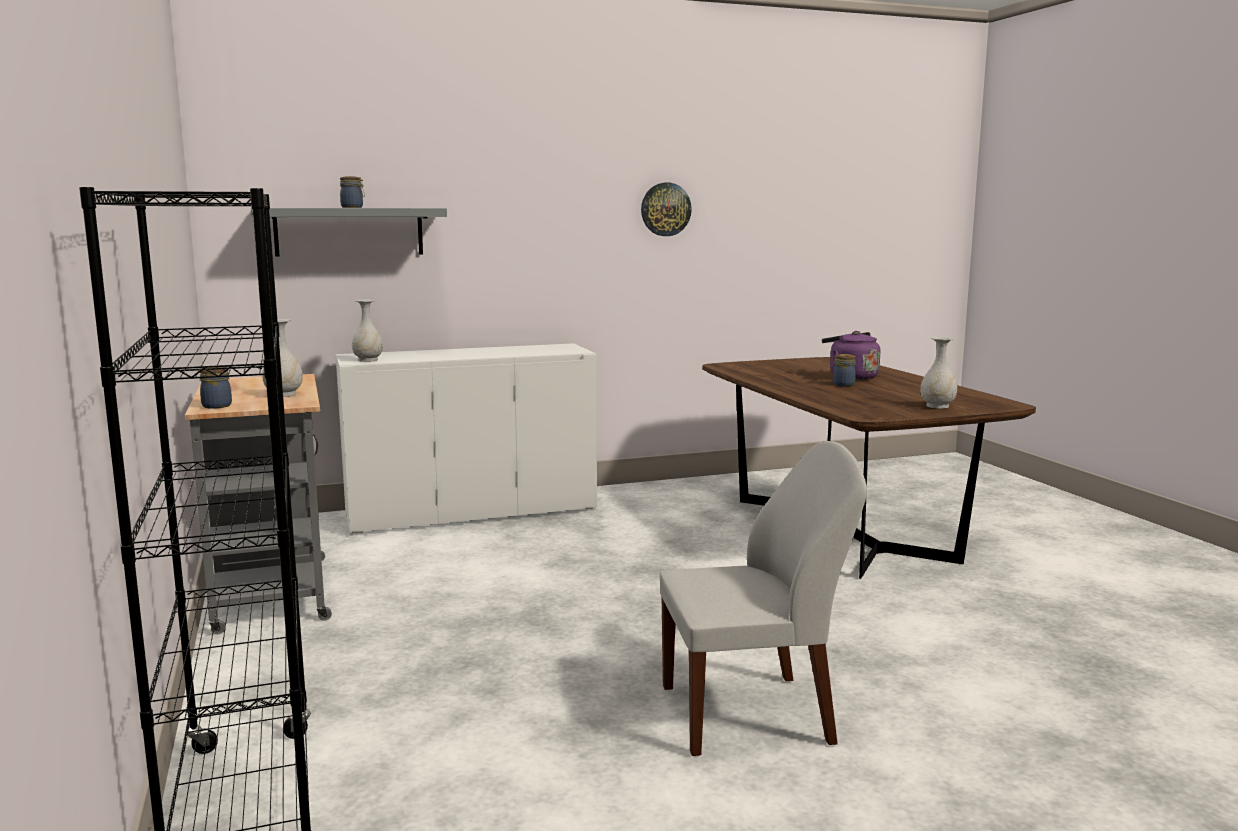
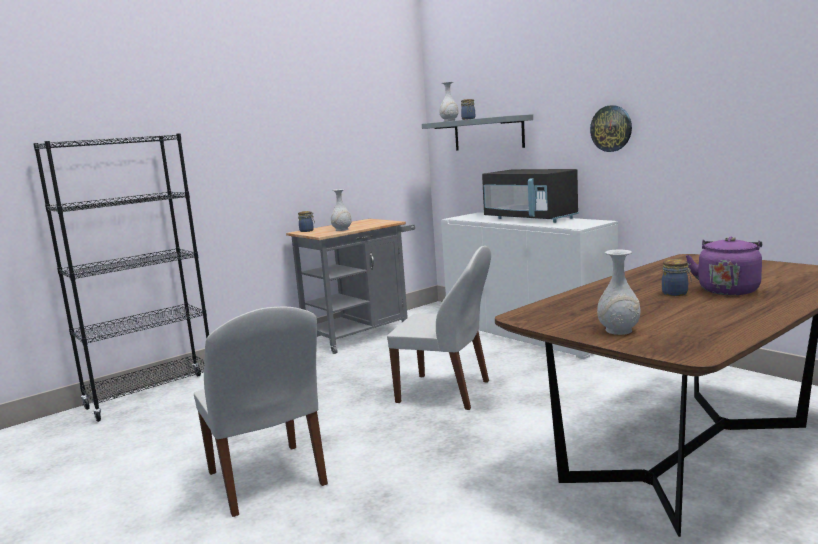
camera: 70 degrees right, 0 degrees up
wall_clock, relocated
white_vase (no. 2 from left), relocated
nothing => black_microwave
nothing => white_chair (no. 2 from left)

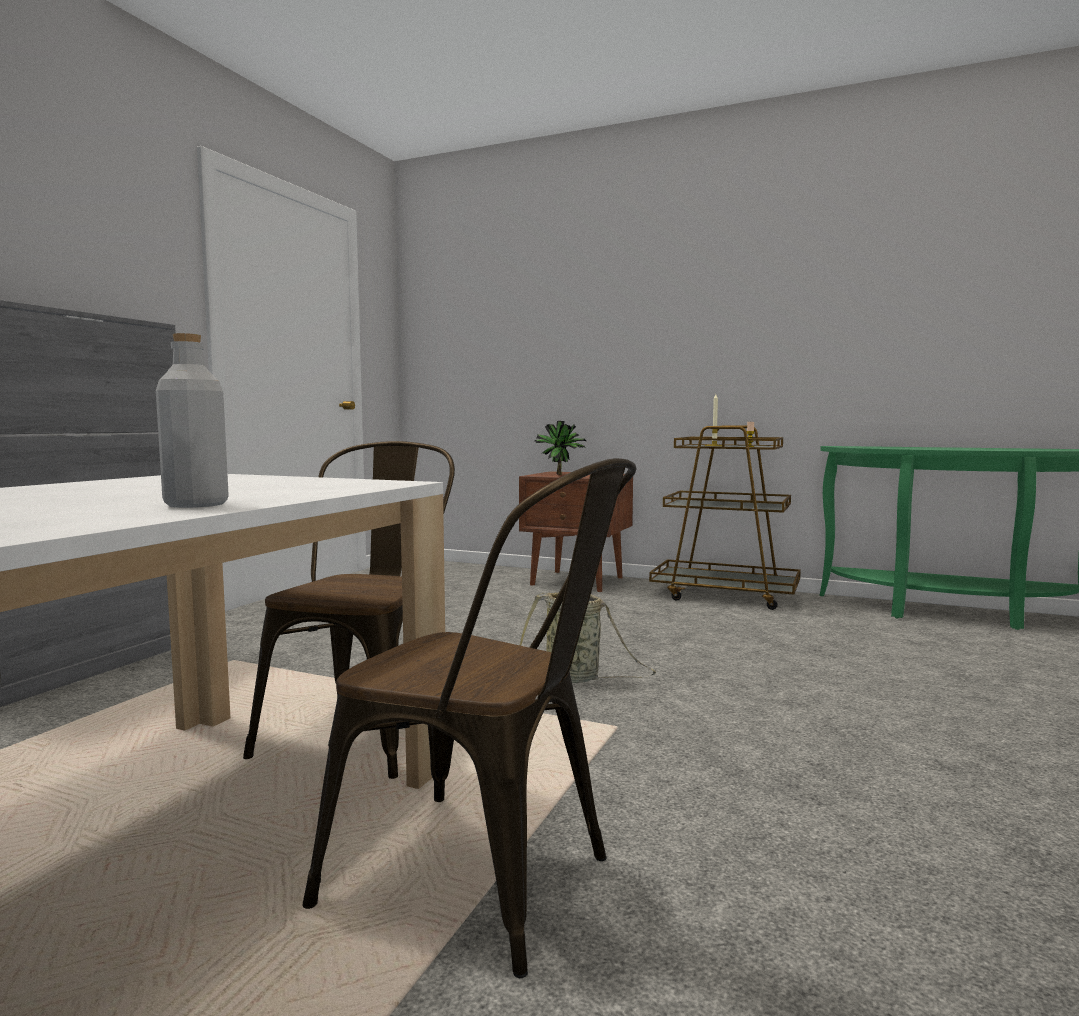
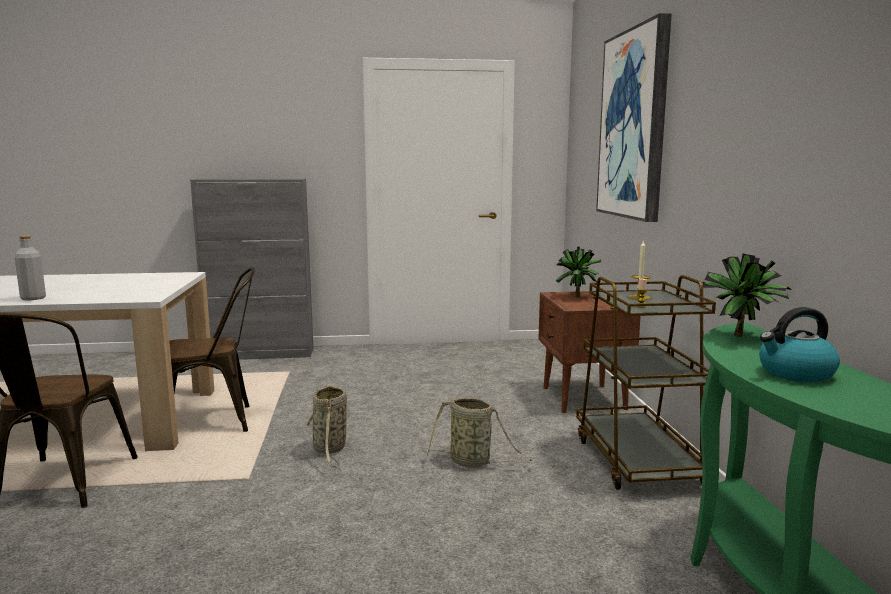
camera: 60 degrees right, 5 degrees up
nothing => picture
nothing => potted_plant (no. 2 from left)
nothing => kettle
nothing => basket (no. 2 from left)

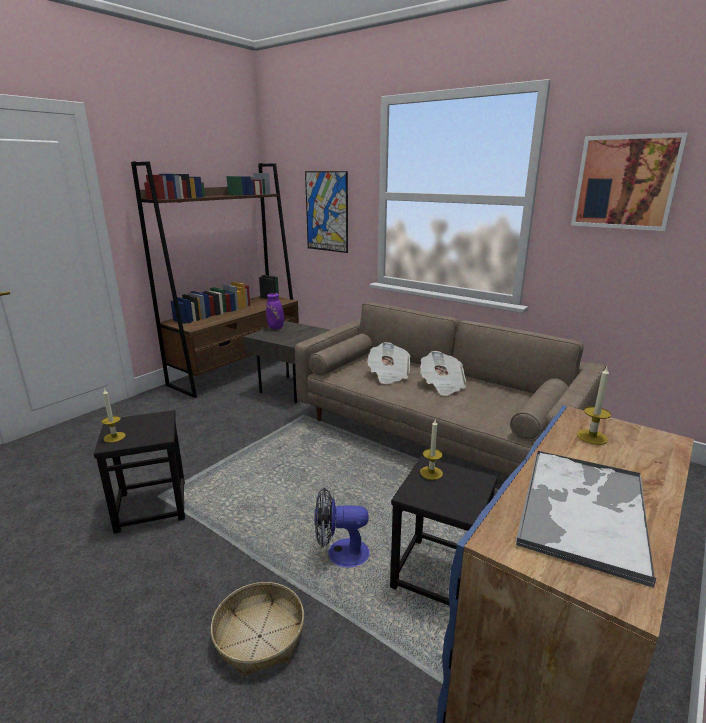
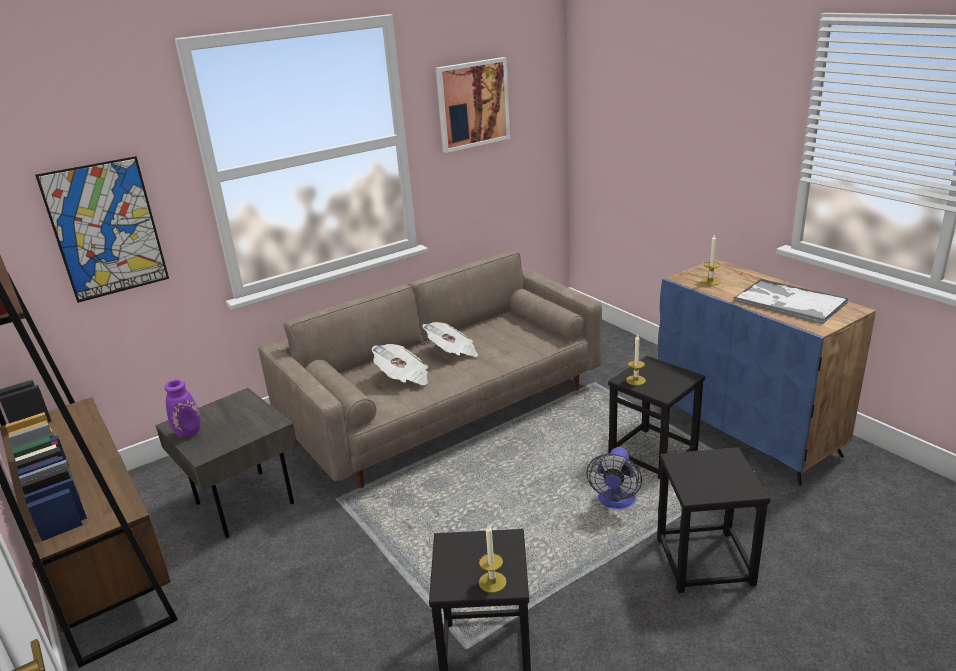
camera: 70 degrees left, 5 degrees up
basket => black_stool (no. 3 from left)

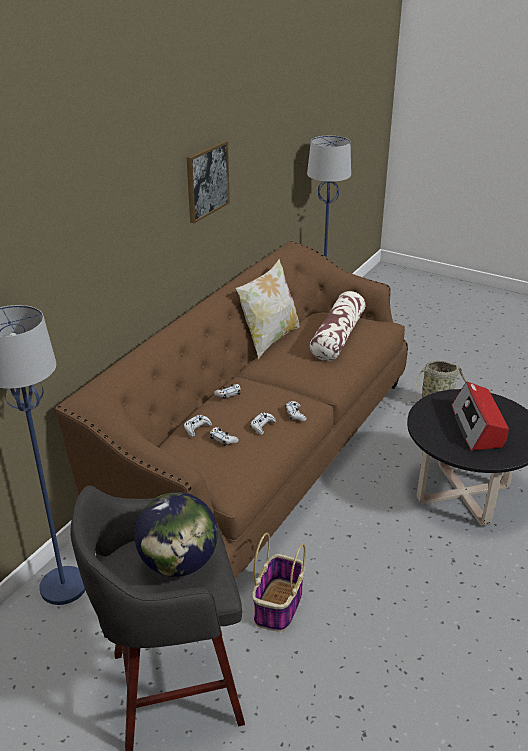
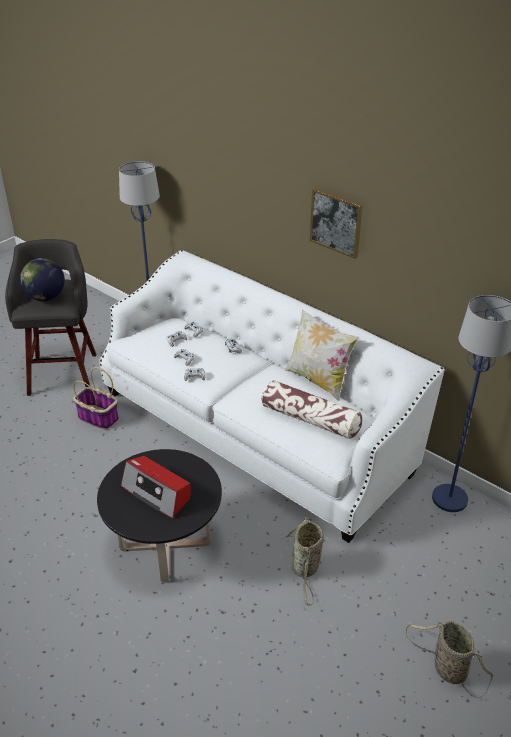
camera: 100 degrees right, 5 degrees up
brown_sofa => white_sofa
radio, 150 degrees counterclockwise
nothing => basket (no. 3 from left)

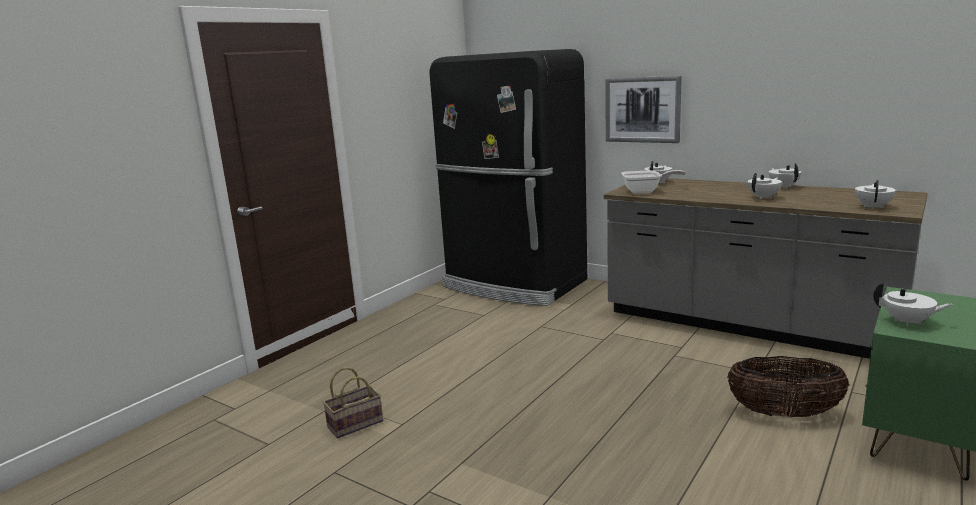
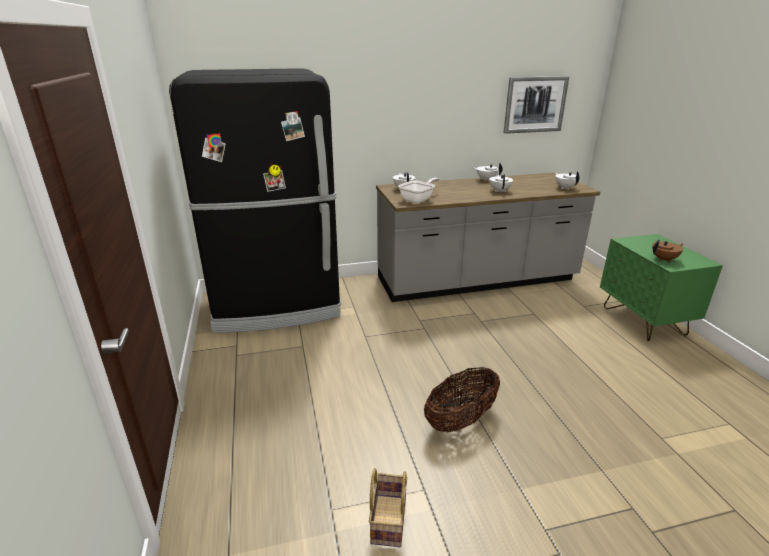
camera: 50 degrees left, 10 degrees up
picture, relocated
white_teapot (no. 5 from left) => brown_teapot
basket (no. 2 from left), relocated

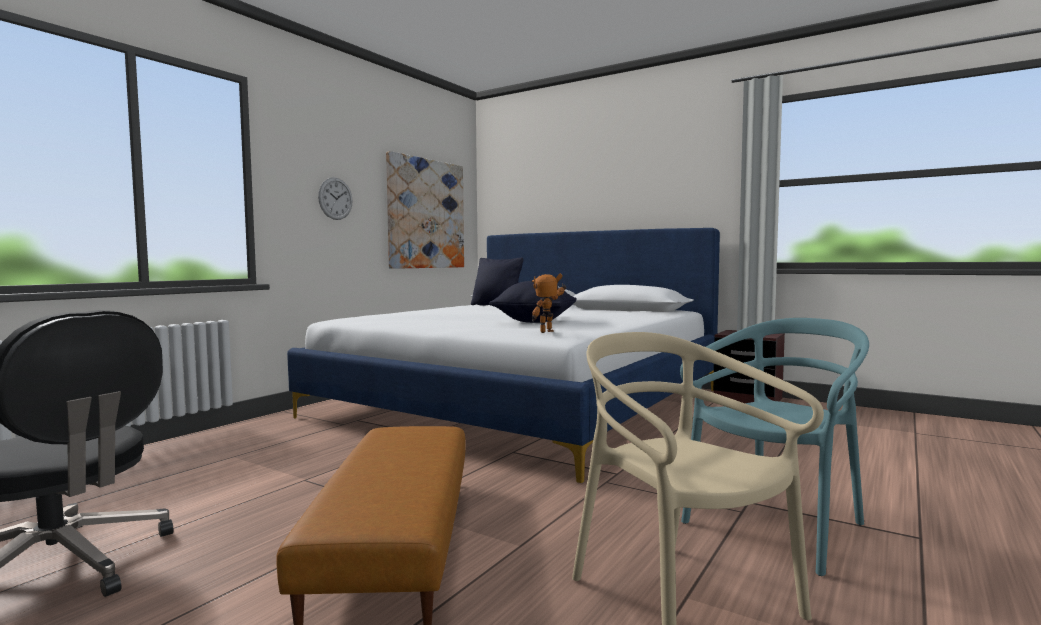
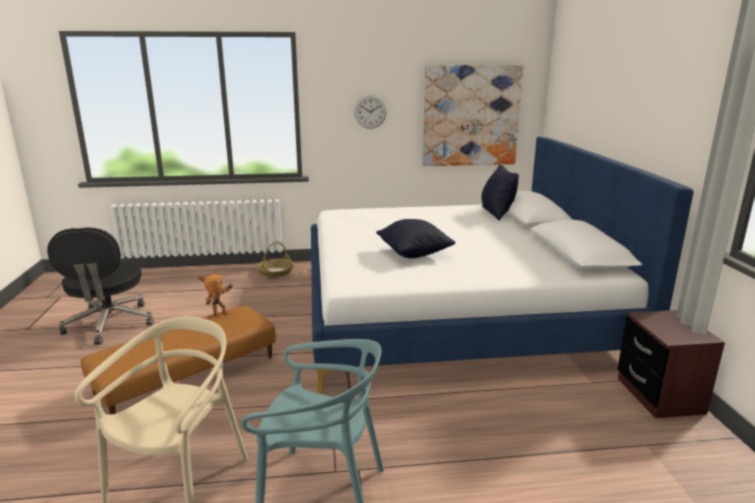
camera: 50 degrees right, 15 degrees up
toy_robot, relocated
nothing => basket

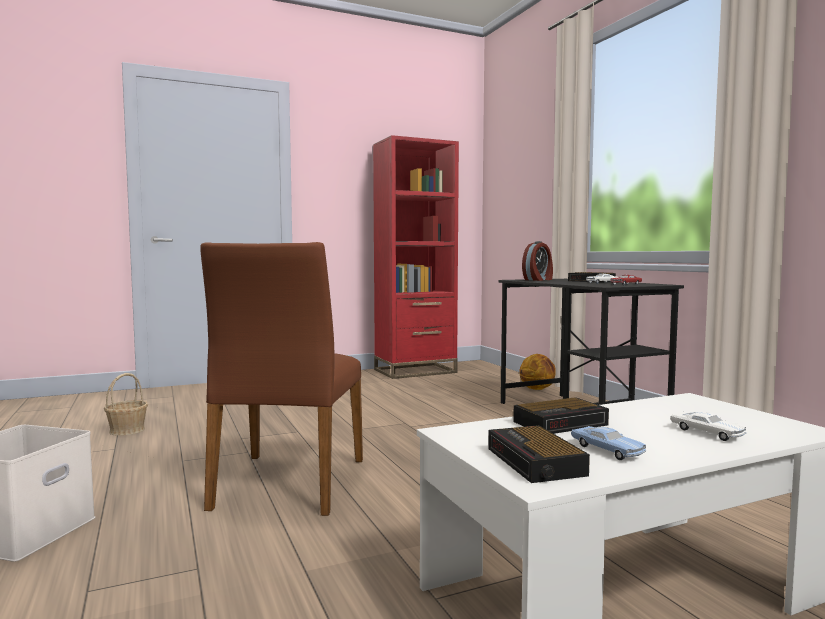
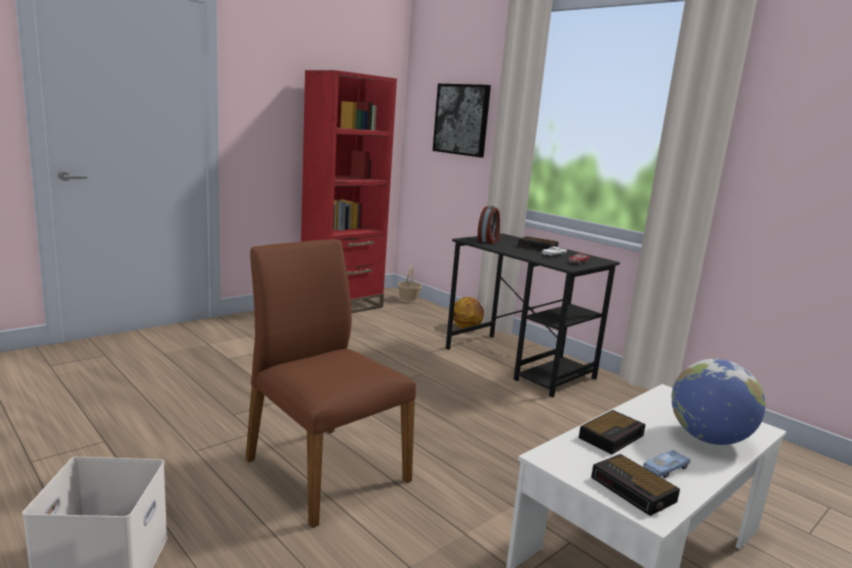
camera: 20 degrees left, 10 degrees up
brown_chair, 150 degrees clockwise
basket, relocated
white_toy_car (no. 2 from left) => globe
blue_toy_car, 75 degrees counterclockwise
nothing => picture

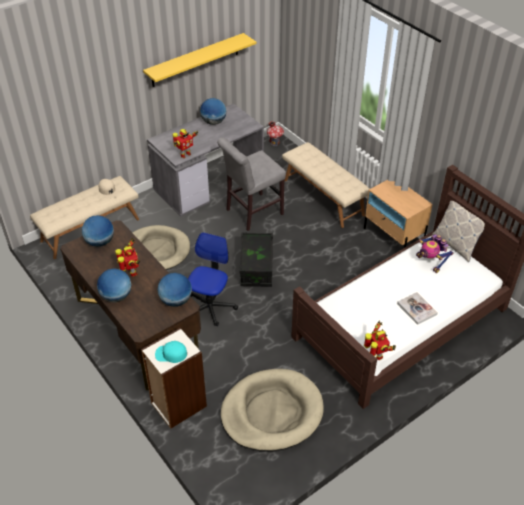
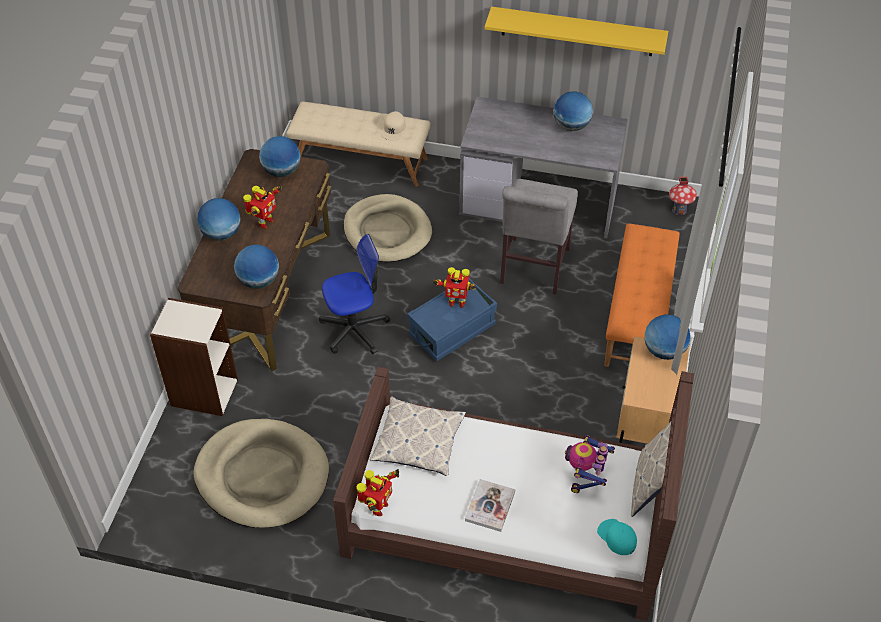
camera: 50 degrees right, 5 degrees up
toy_robot (no. 2 from left in the first image) => toy_robot (no. 3 from left), relocated
grey_chair, 90 degrees counterclockwise
beige_bench (no. 2 from left) => orange_bench
black_storage_box => blue_storage_box
turquoise_cap, relocated
nothing => globe (no. 5 from left)
nothing => pillow (no. 1 from left)

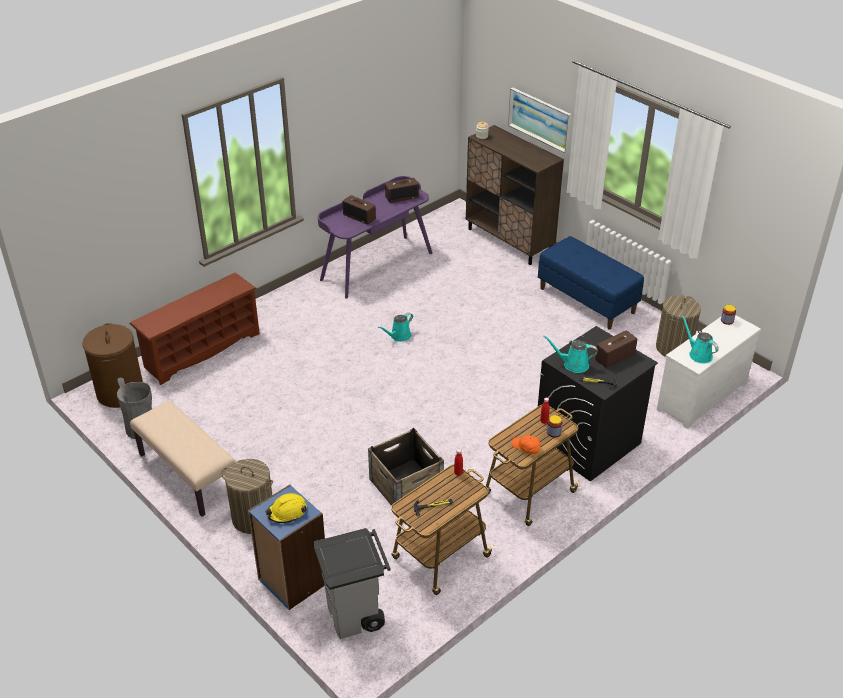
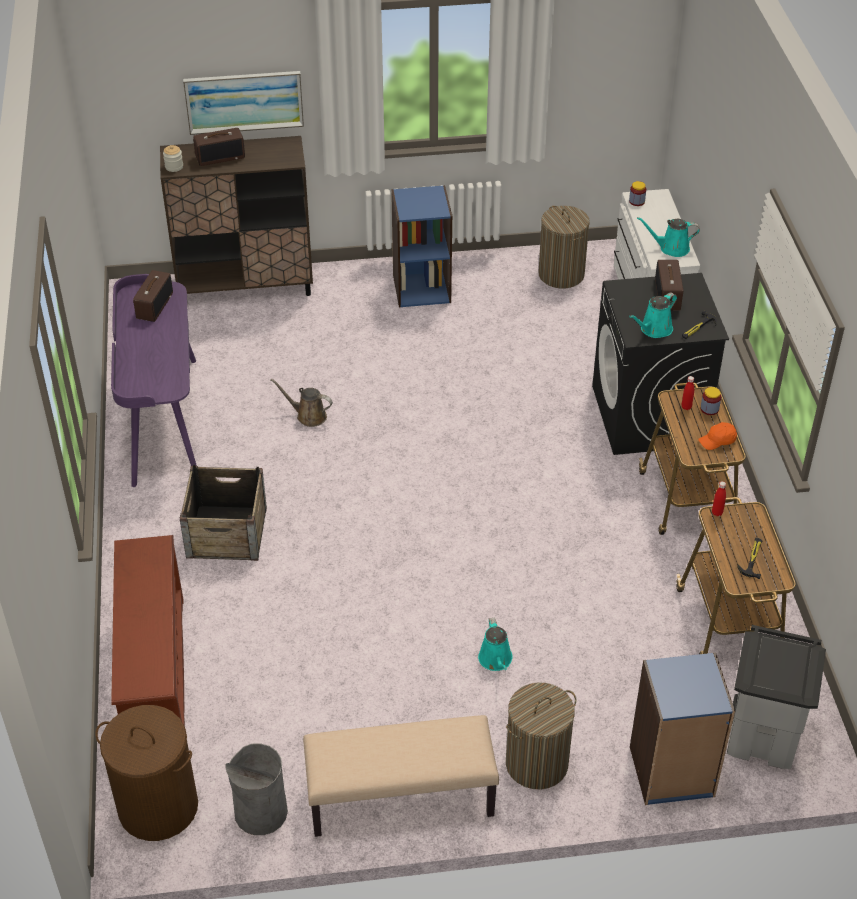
camera: 55 degrees left, 5 degrees up
radio (no. 1 from left in the first image) => radio (no. 2 from left), relocated
blue_bench => blue_bookcase (no. 1 from left)
turquoise_watering_can (no. 1 from left), relocated
crate, relocated
yellow_hard_hat => nothing
nothing => brown_watering_can

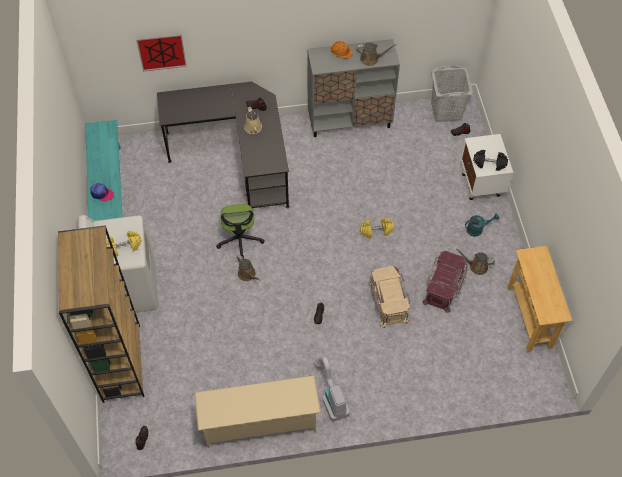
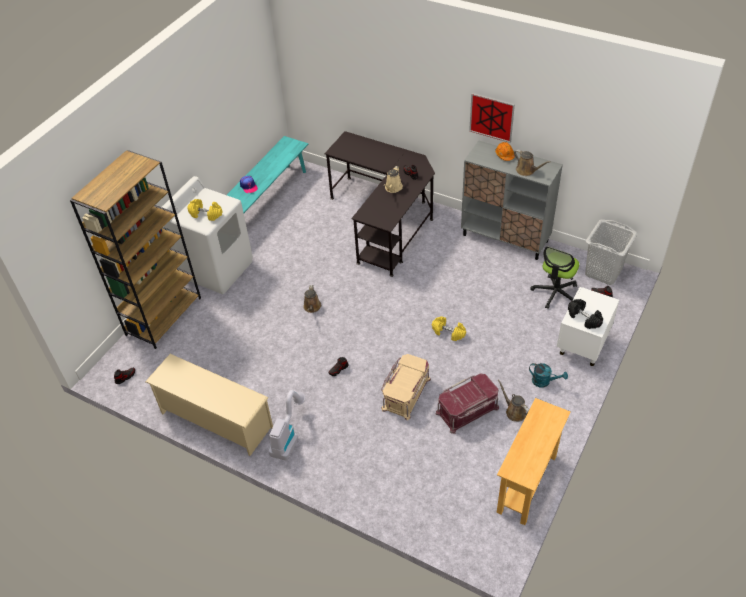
camera: 40 degrees right, 10 degrees down
picture, relocated
office_chair, relocated

